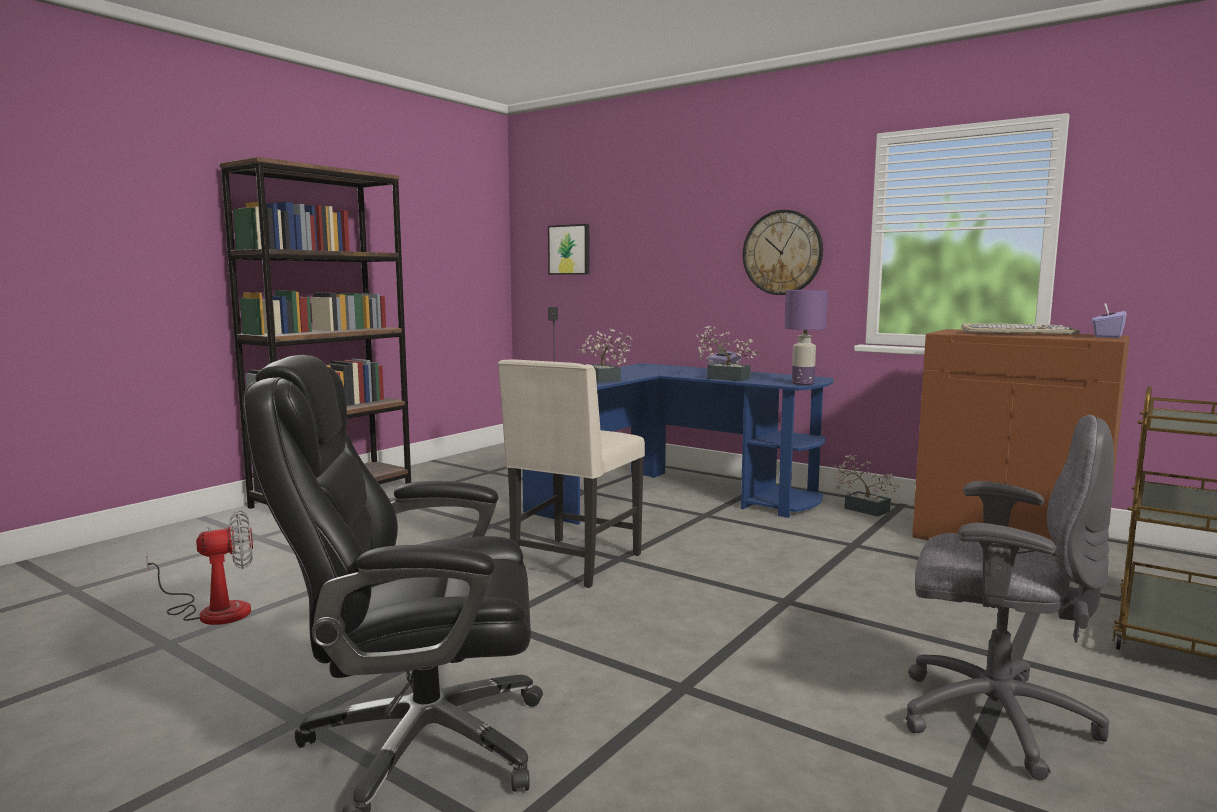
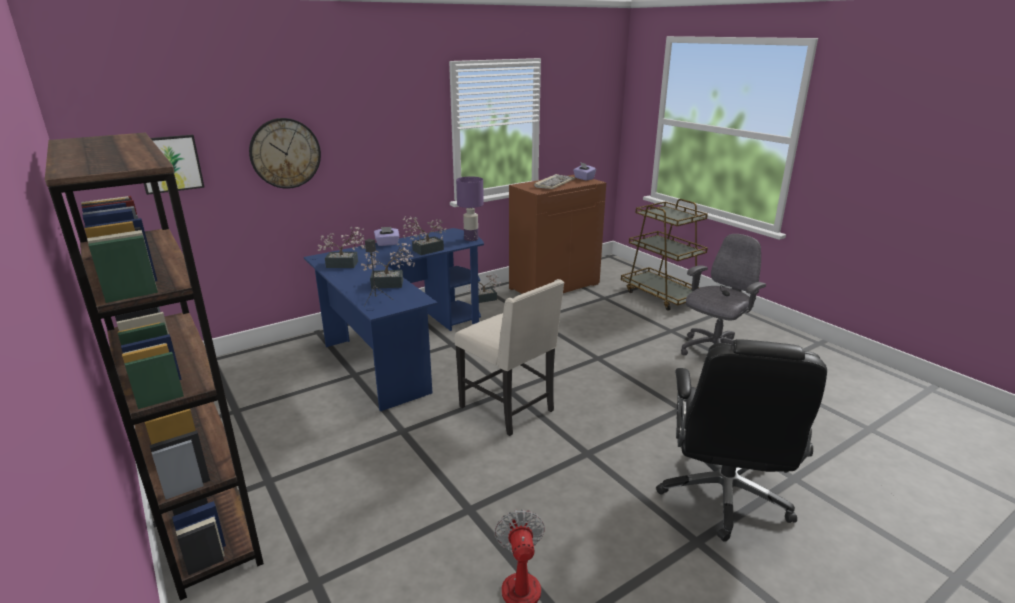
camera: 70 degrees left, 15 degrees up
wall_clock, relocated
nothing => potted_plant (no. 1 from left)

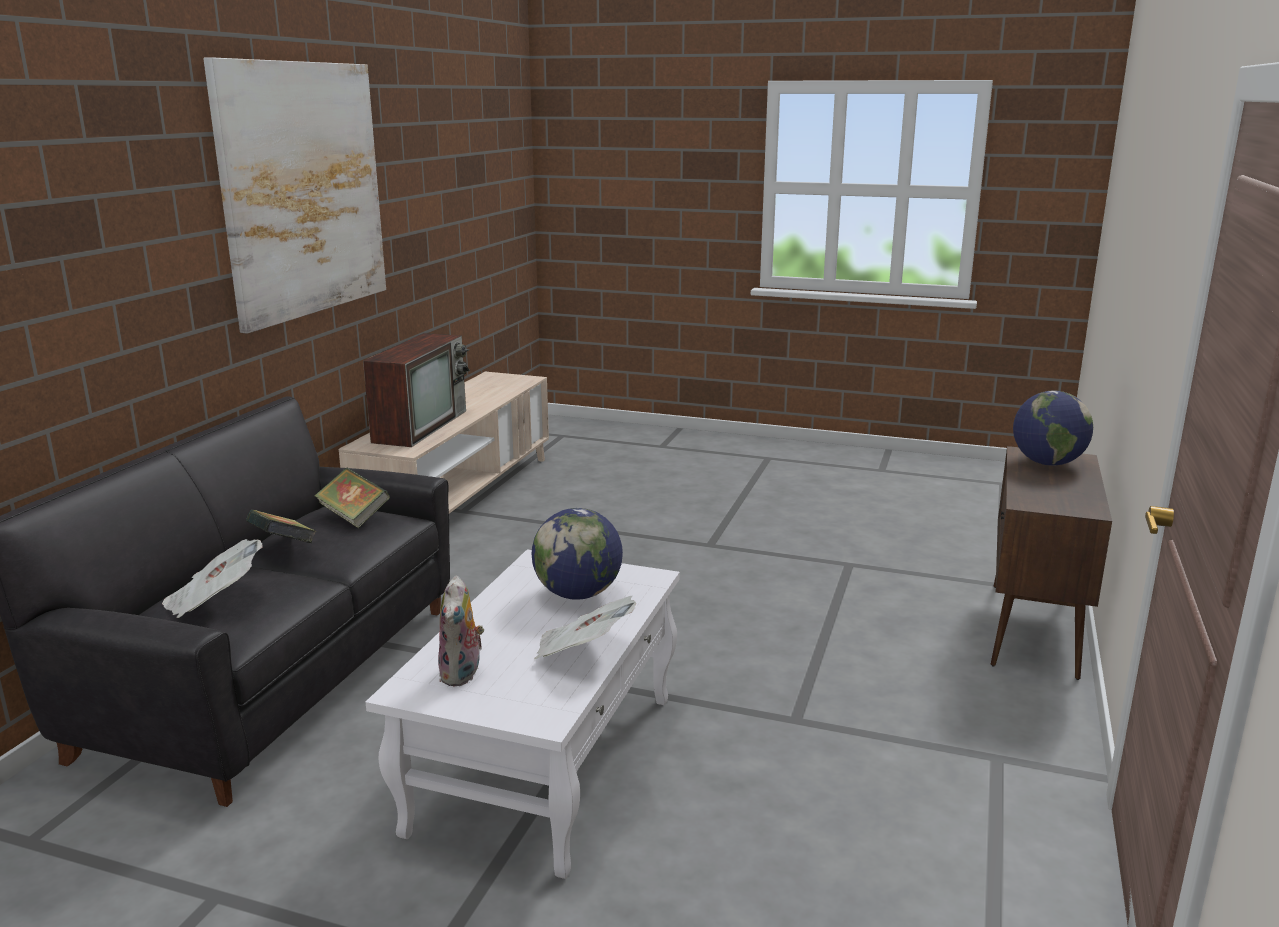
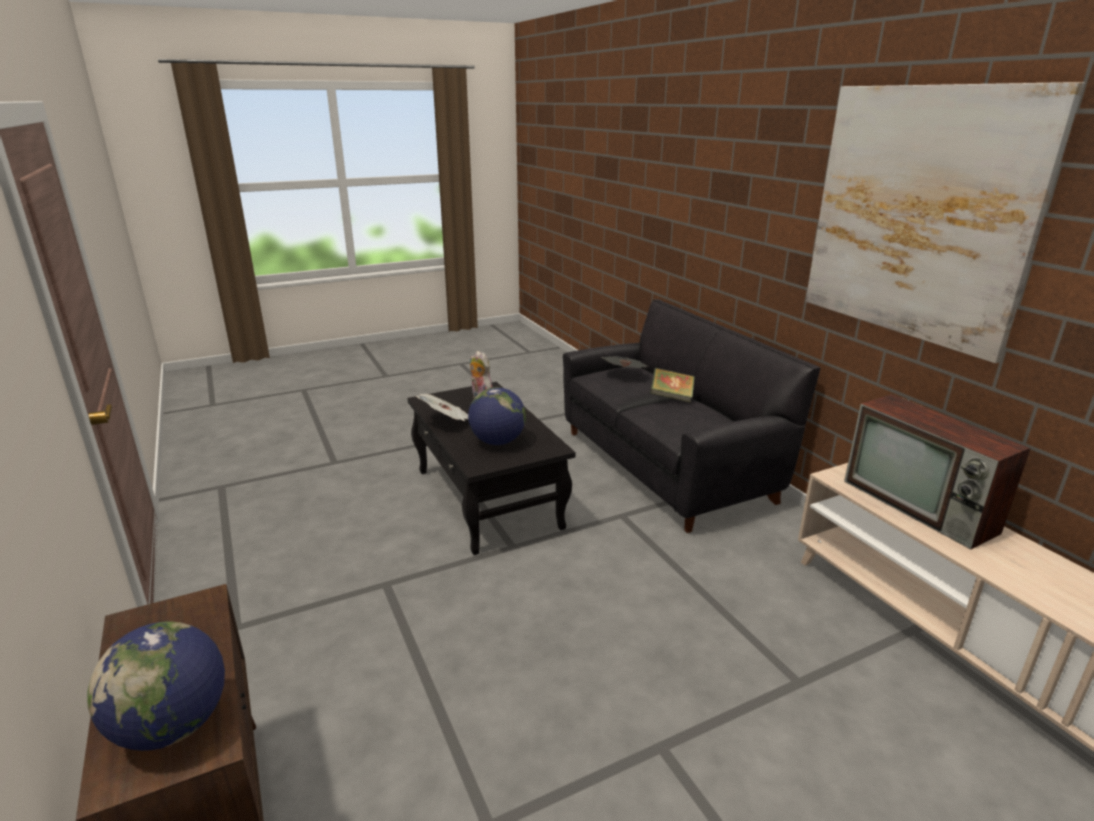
camera: 135 degrees right, 5 degrees up
book (no. 2 from left) => nothing
white_coffee_table => black_coffee_table

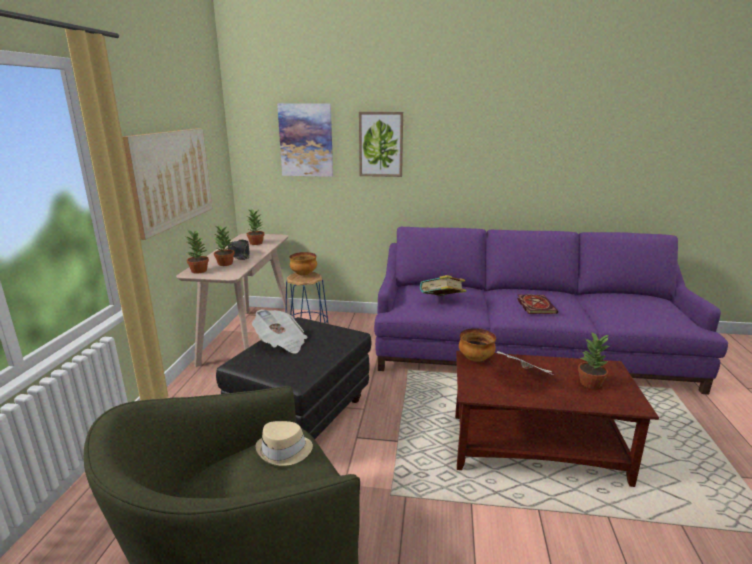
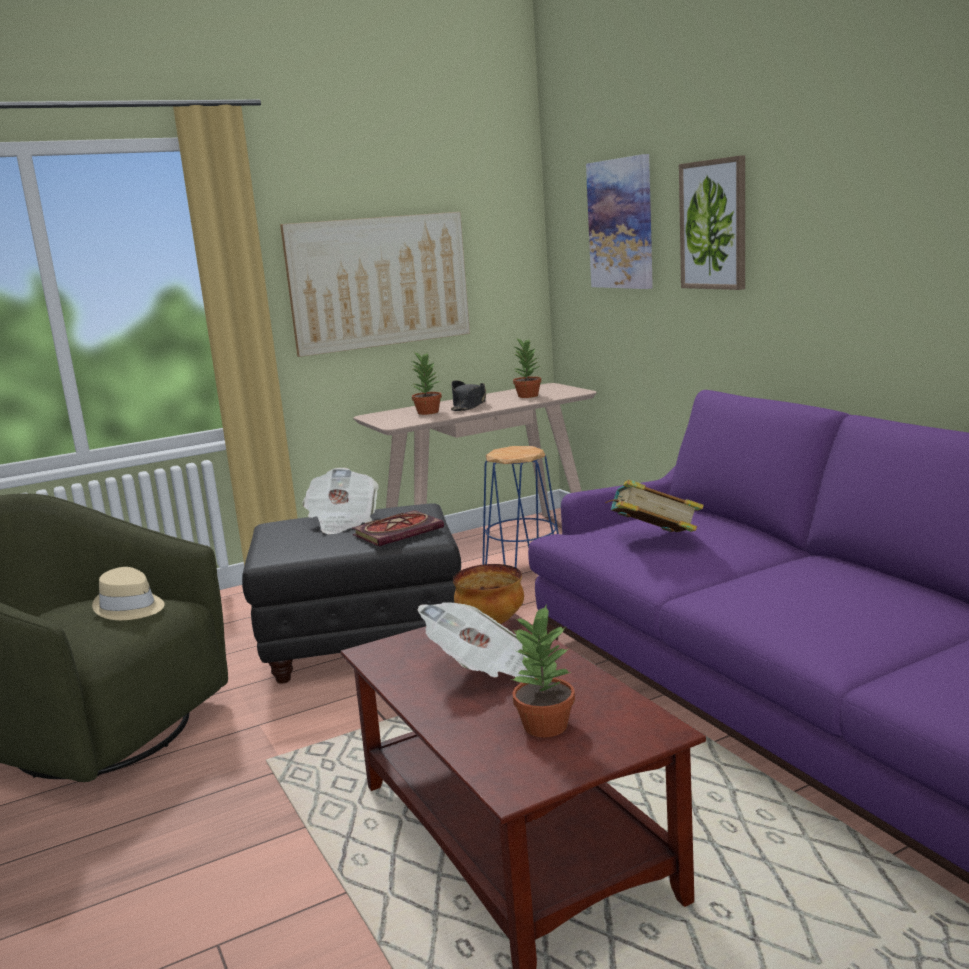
camera: 55 degrees right, 5 degrees down
potted_plant (no. 1 from left) => nothing
bowl (no. 1 from left) => nothing
book (no. 2 from left in the first image) => book (no. 1 from left), relocated

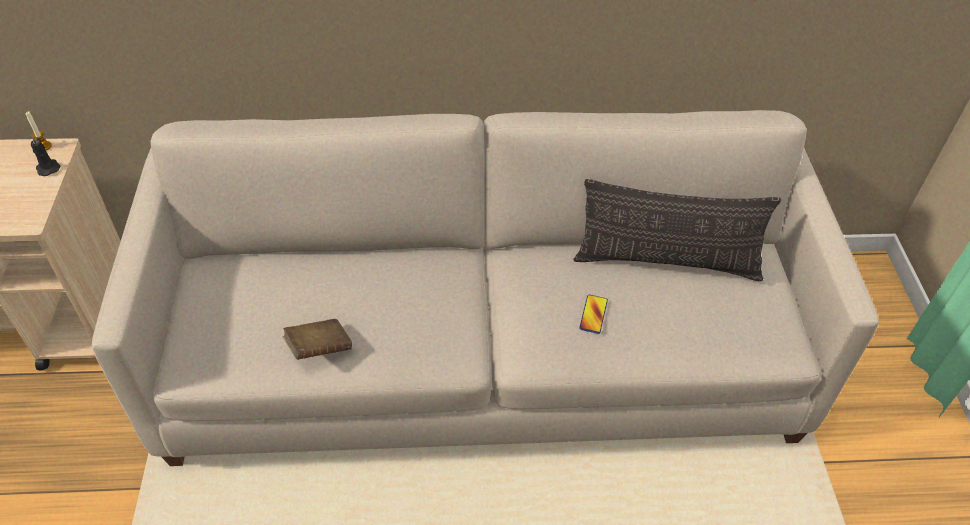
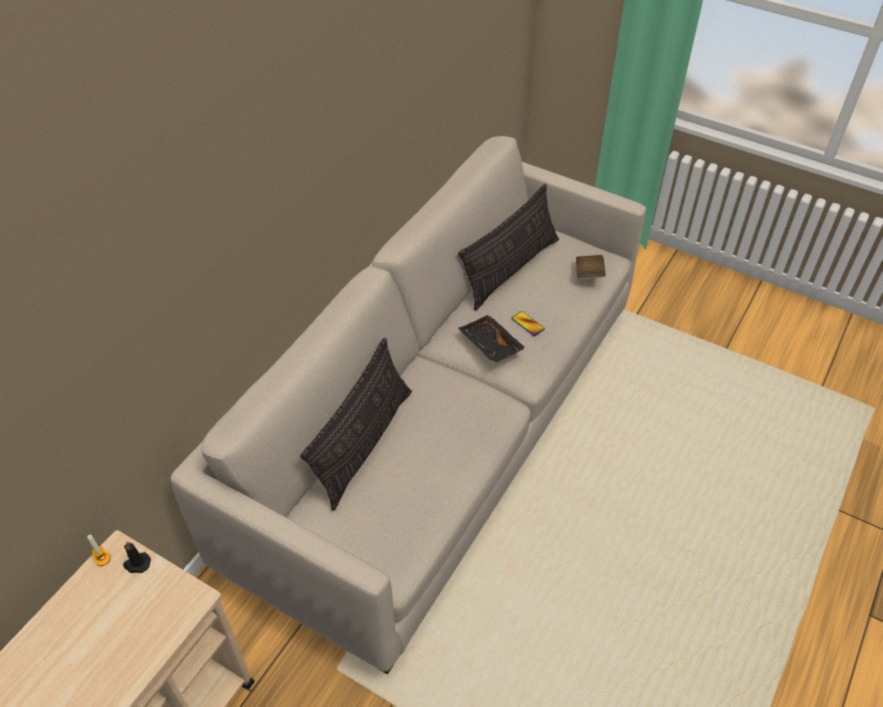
camera: 55 degrees left, 0 degrees up
brown_book, relocated
nothing => black_tray
nothing => pillow (no. 1 from left)

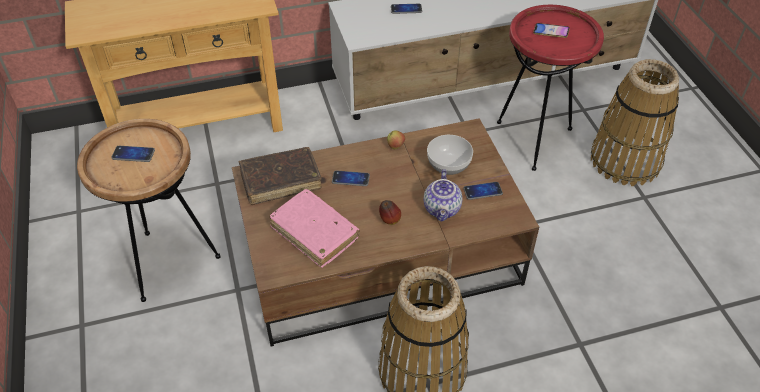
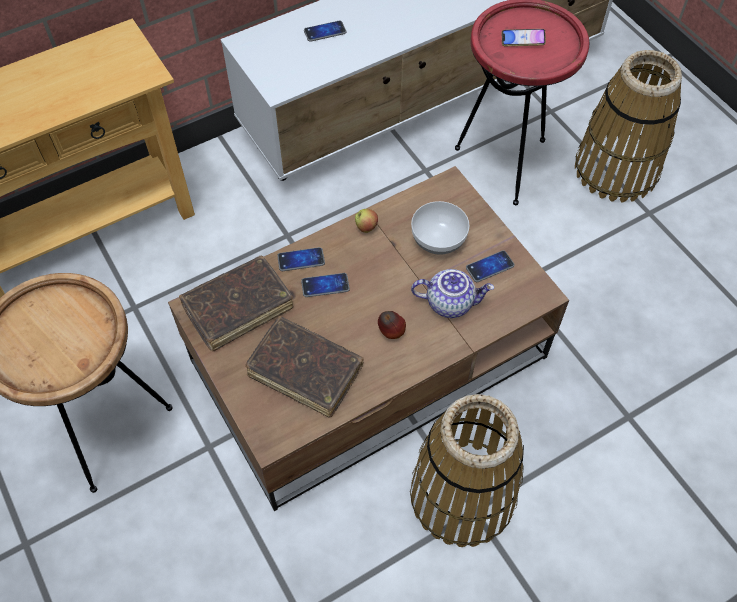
camera: 15 degrees left, 10 degrees up
phone (no. 1 from left), relocated
teapot, 75 degrees counterclockwise
pink_book => brown_book (no. 2 from left)

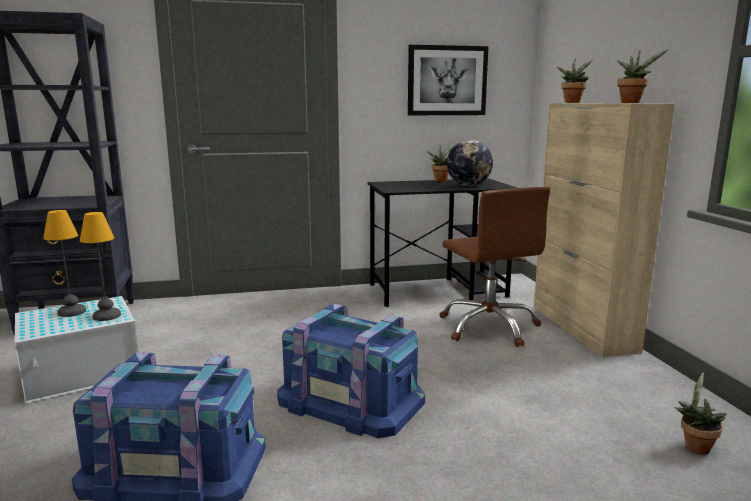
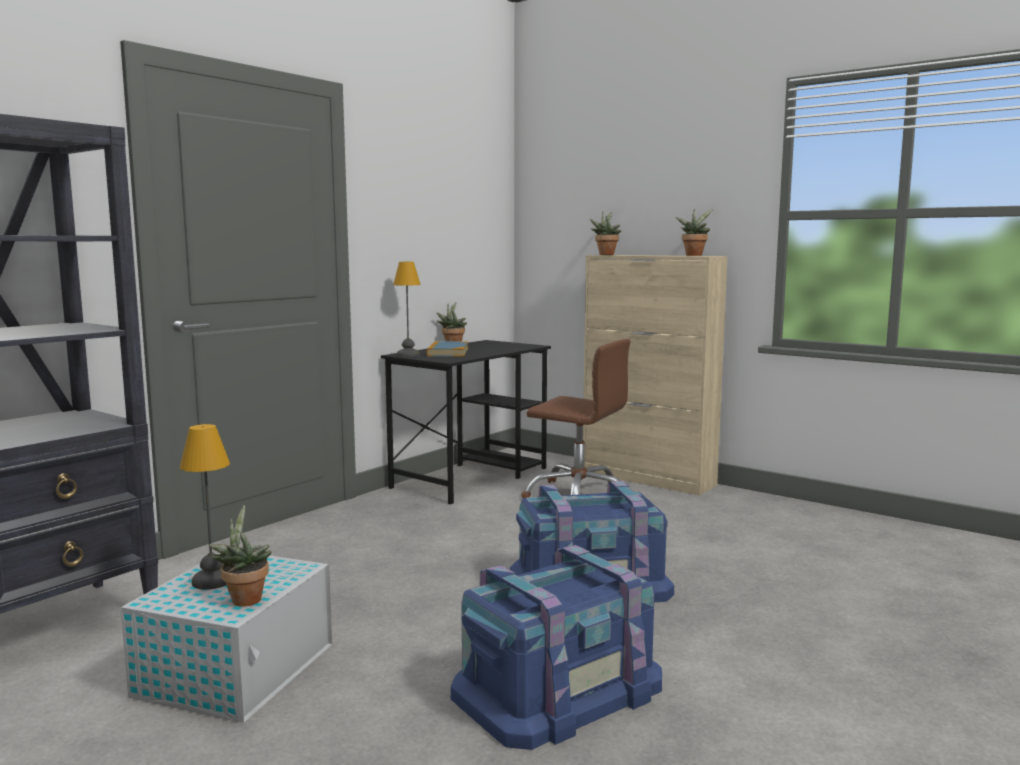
camera: 40 degrees left, 5 degrees down
picture => nothing
globe => nothing
table_lamp (no. 2 from left), relocated
potted_plant (no. 4 from left in the first image) => potted_plant (no. 1 from left), relocated
nothing => book

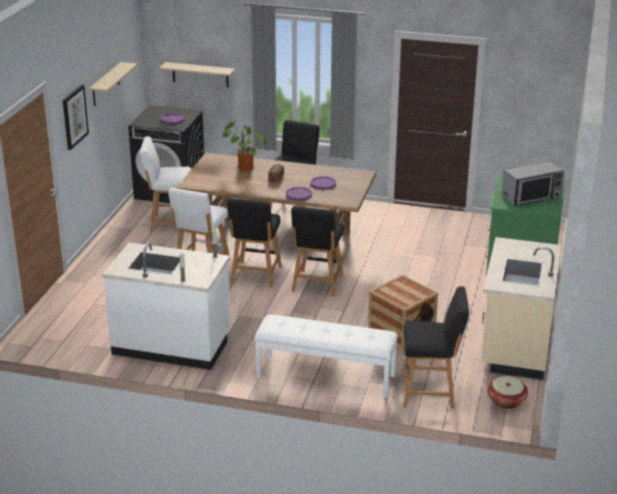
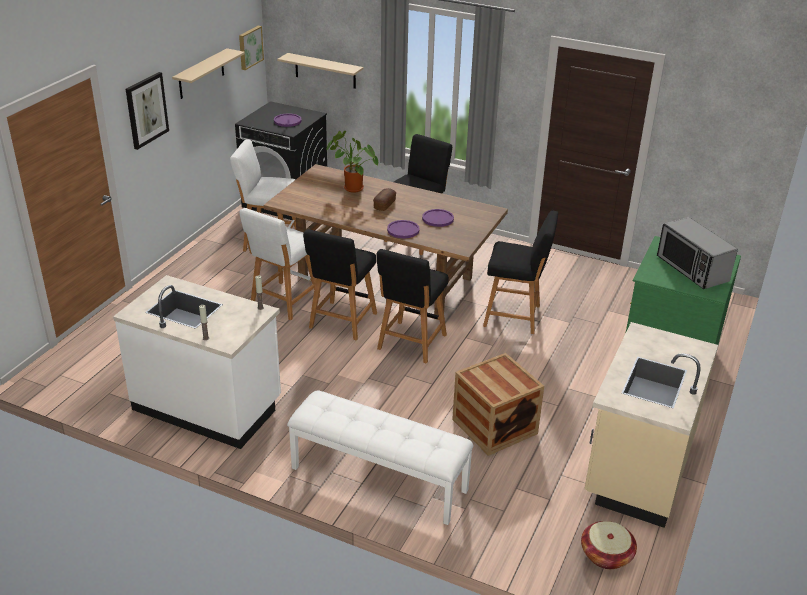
camera: 10 degrees right, 5 degrees up
microwave, 75 degrees clockwise
black_stool (no. 4 from left), relocated
nothing => picture (no. 2 from left)

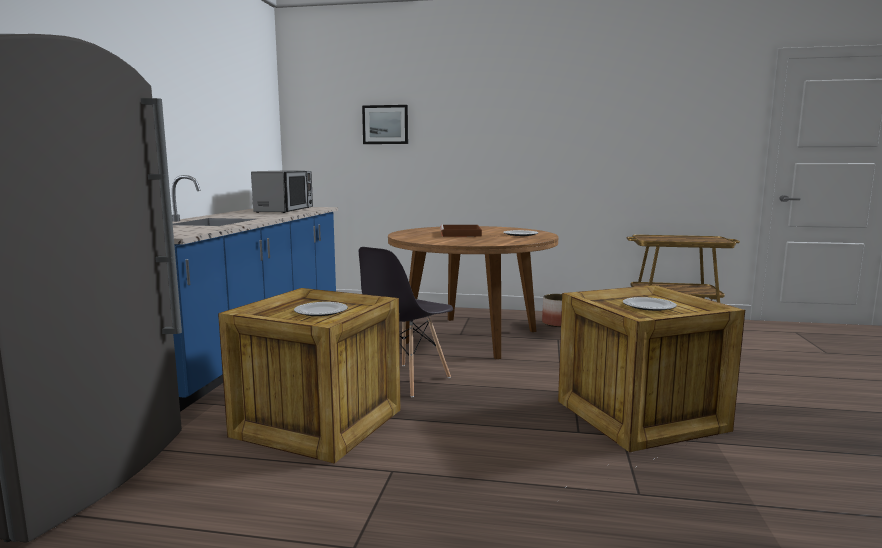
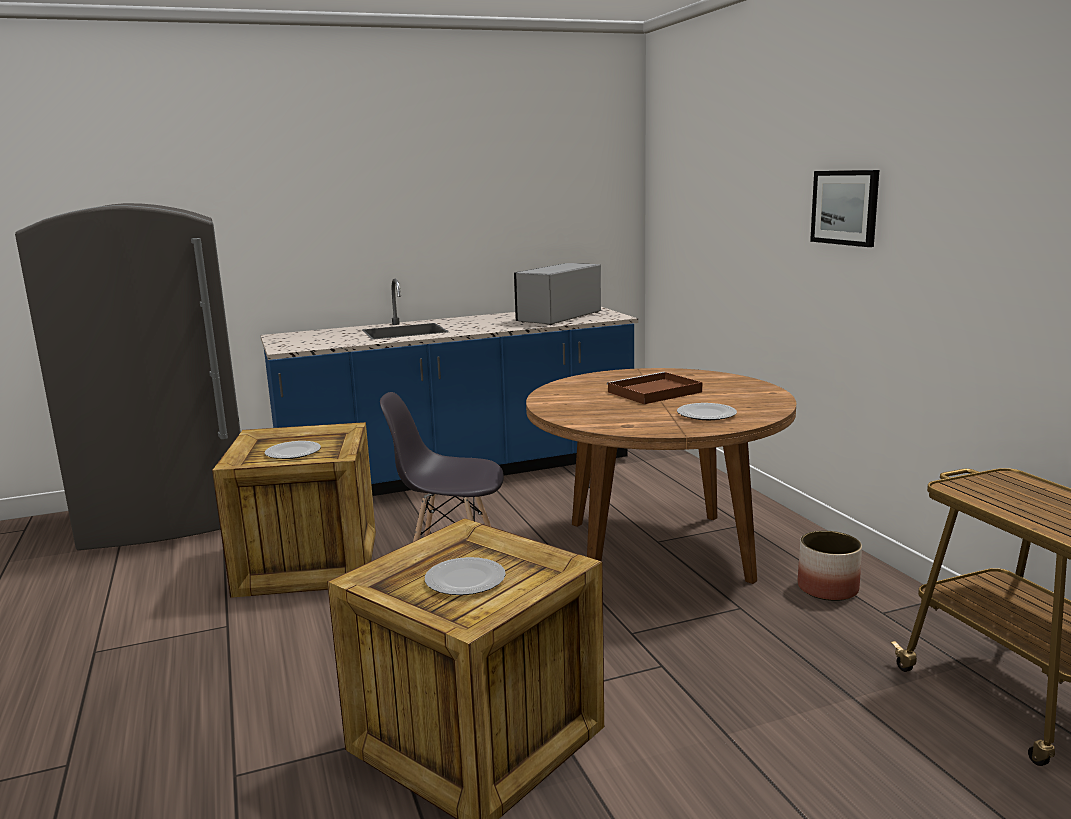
camera: 60 degrees right, 5 degrees up
picture, relocated
microwave, 150 degrees clockwise

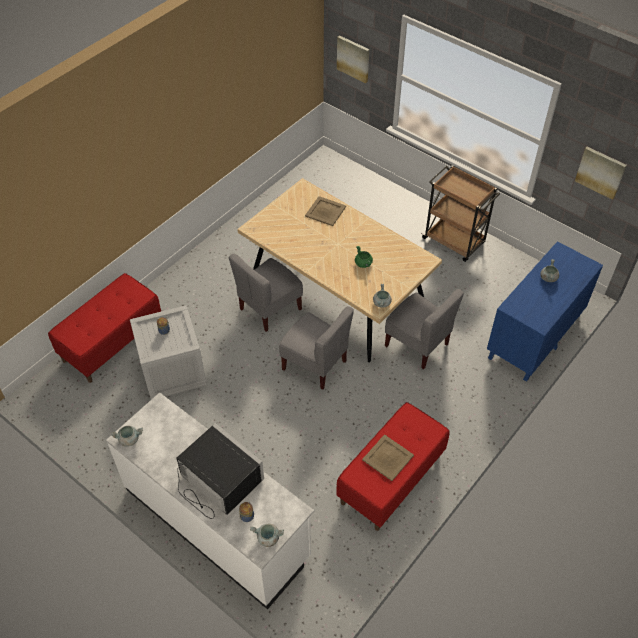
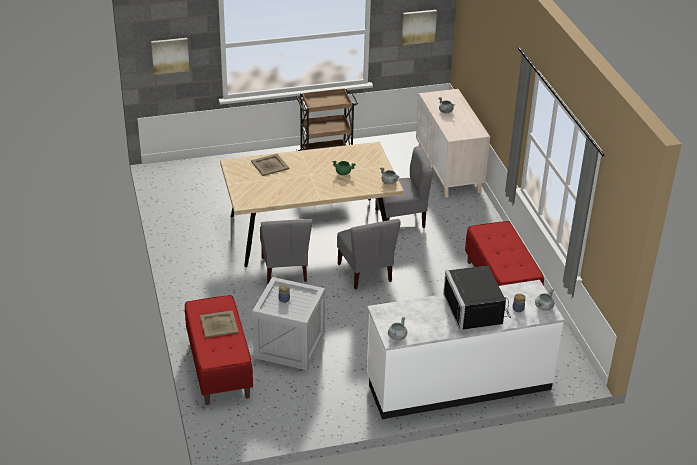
camera: 55 degrees left, 15 degrees down
blue_dresser => beige_dresser
grey_chair (no. 2 from left), 90 degrees clockwise
black_microwave, 90 degrees counterclockwise
beige_tray (no. 2 from left in the first image) => beige_tray (no. 1 from left), relocated

